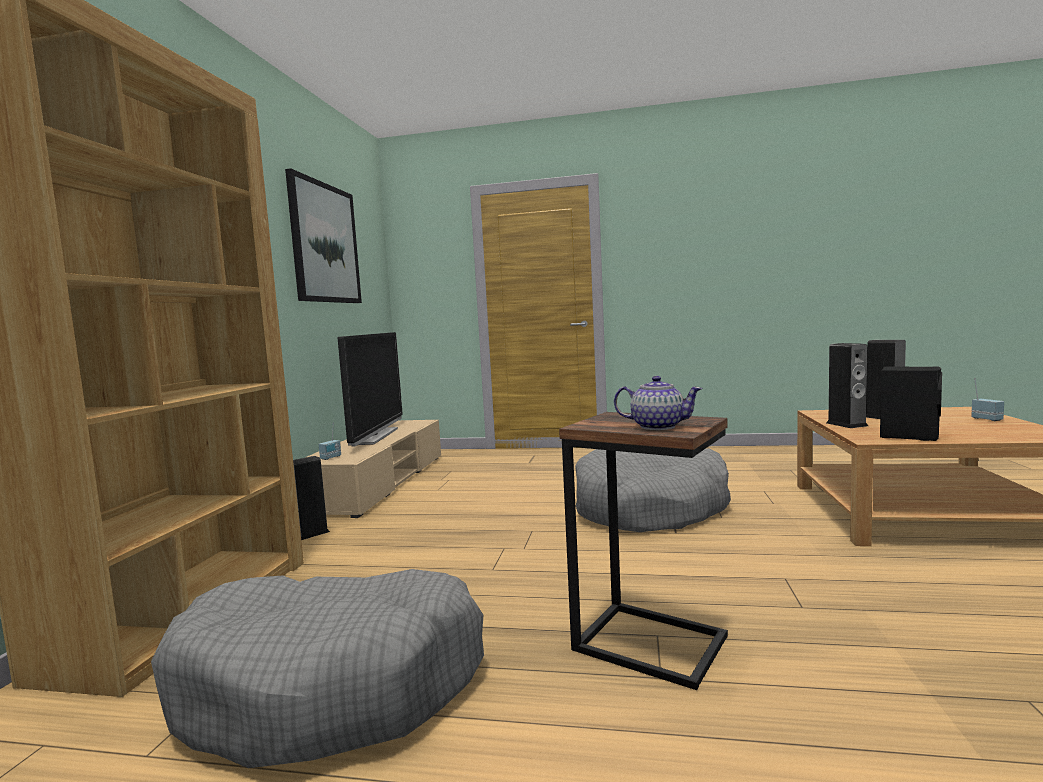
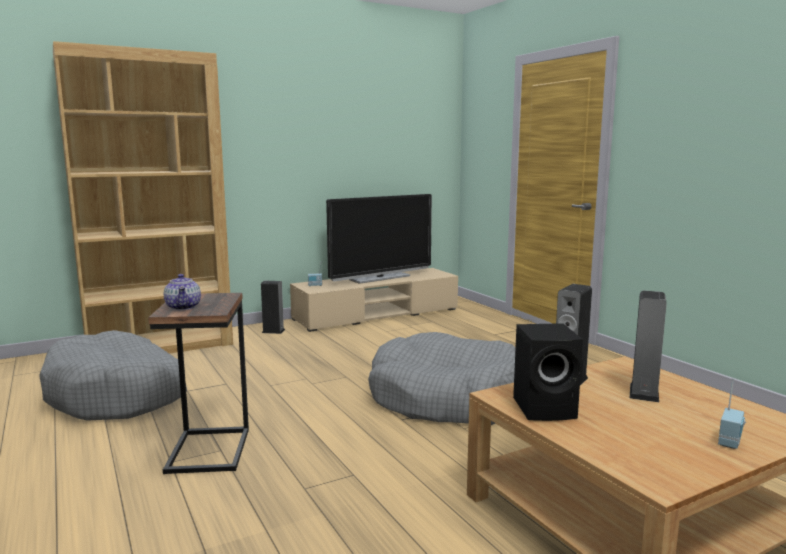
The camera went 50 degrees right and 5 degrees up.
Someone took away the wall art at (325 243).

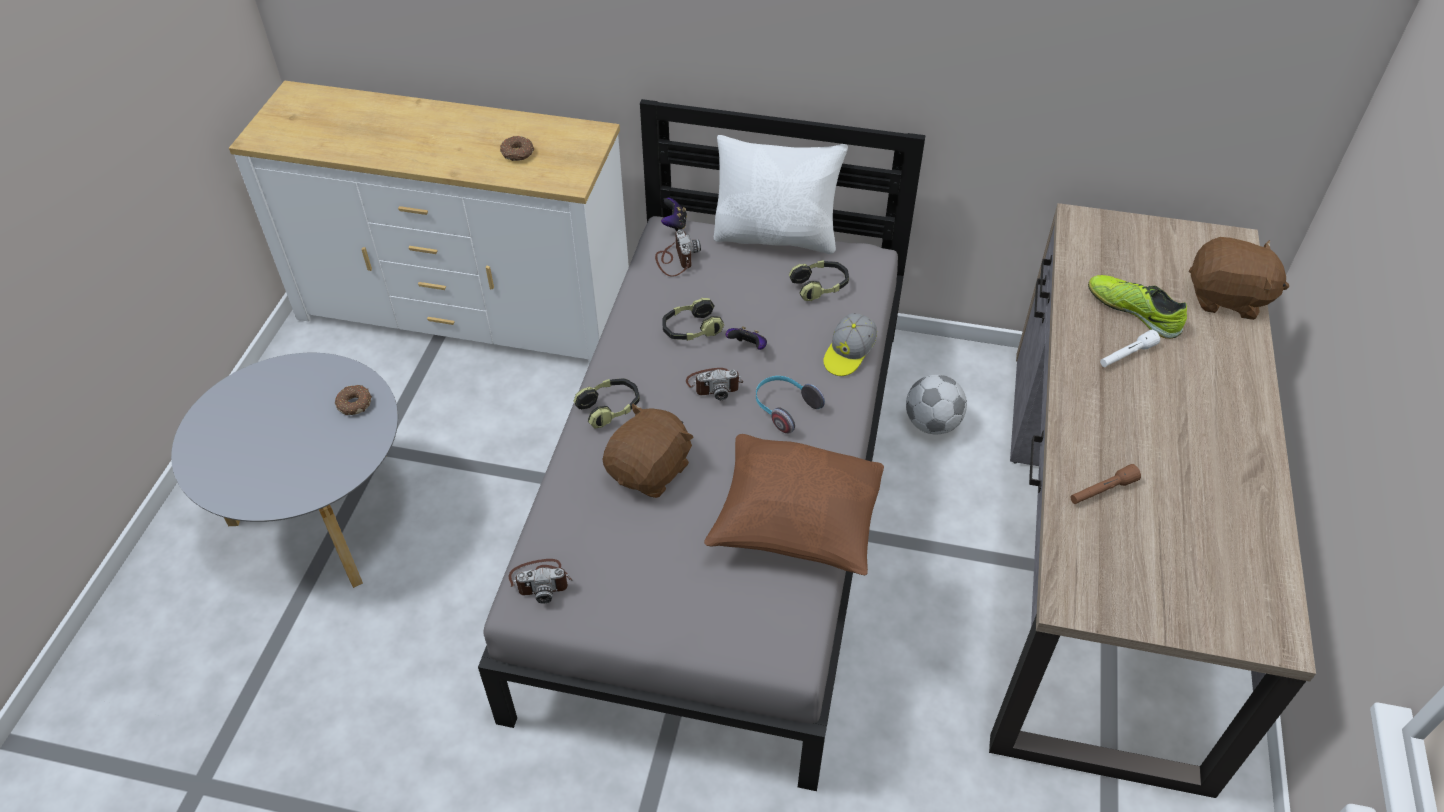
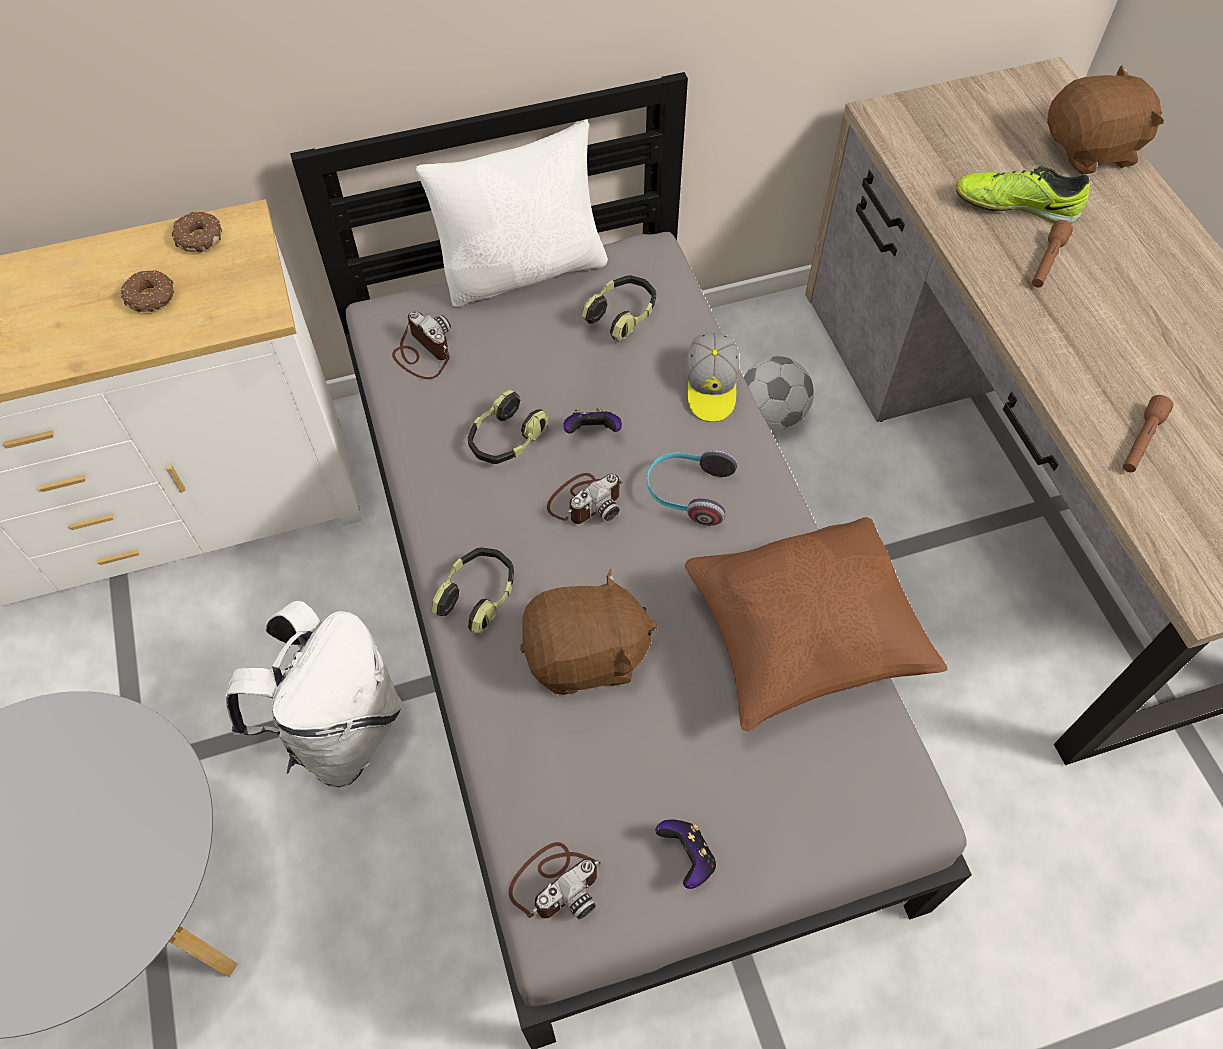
The camera went 30 degrees left and 10 degrees up.
Someone carried the doughnut from (354 403) to (198 237).
Someone put down the white-coloured knapsack at (340 730).
Someone rotated the brown-coloured plush toy at (650 471) by 75 degrees clockwise.
Someone carried the game controller from (674 224) to (687 857).
Someone repainted the white-coloured torch at (1126 355), which became the brown-coloured torch at (1046 262).

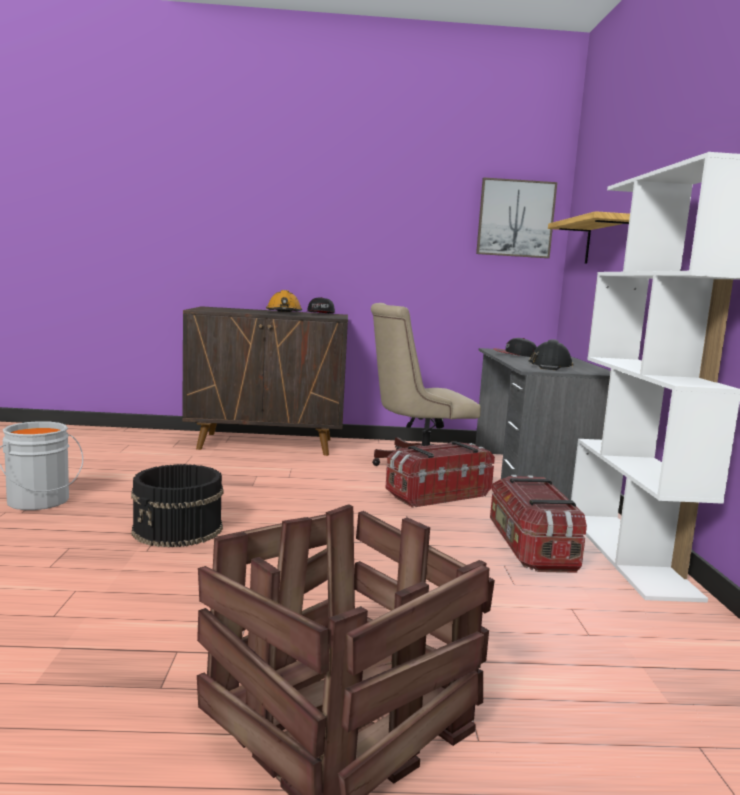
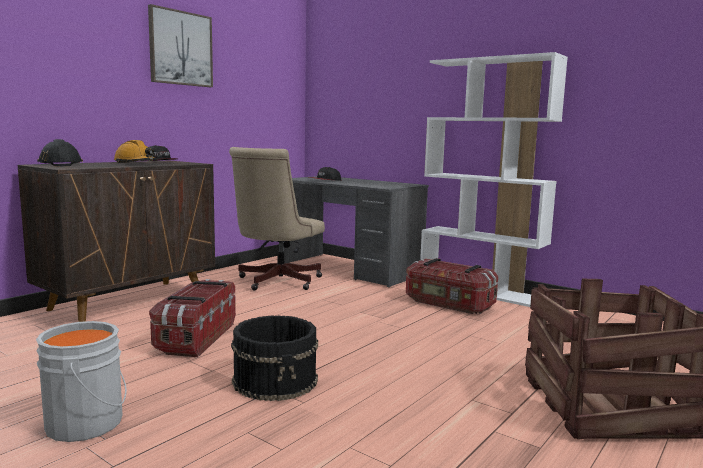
The camera went 50 degrees left and 0 degrees up.
Someone carried the black-coloured safety helmet from (550 366) to (60 164).
Someone carried the wall art from (515 218) to (180 48).
Someone carried the storage bin from (437 494) to (196 338).
Someone took away the bracket shelf at (607 241).

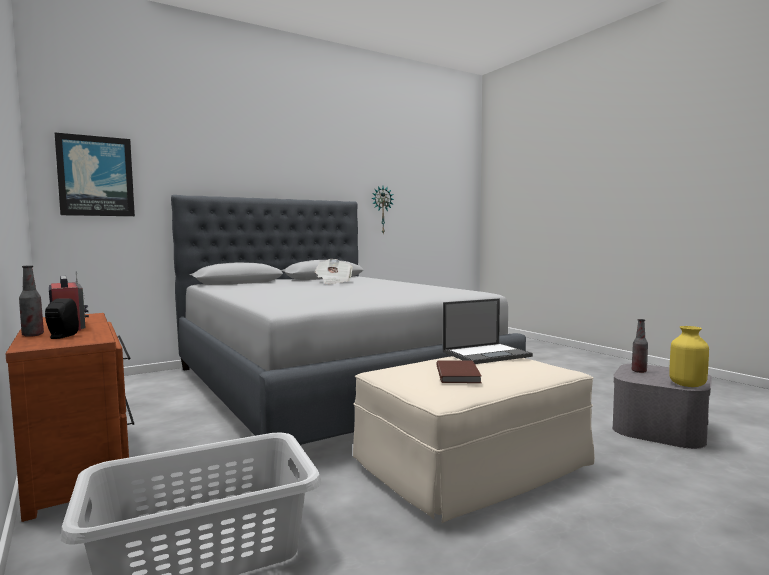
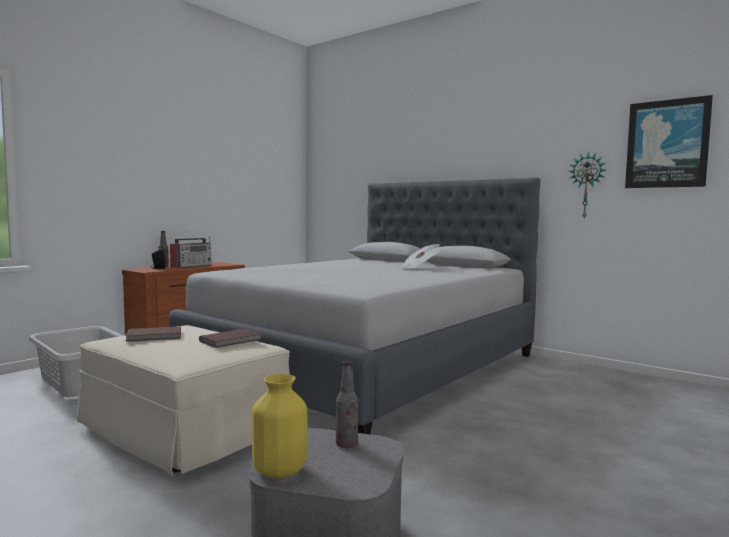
The camera went 70 degrees right and 0 degrees up.
Someone swapped the laptop at (487 354) for the brown-coloured book at (232 340).
Someone carried the wall art from (96 176) to (667 144).

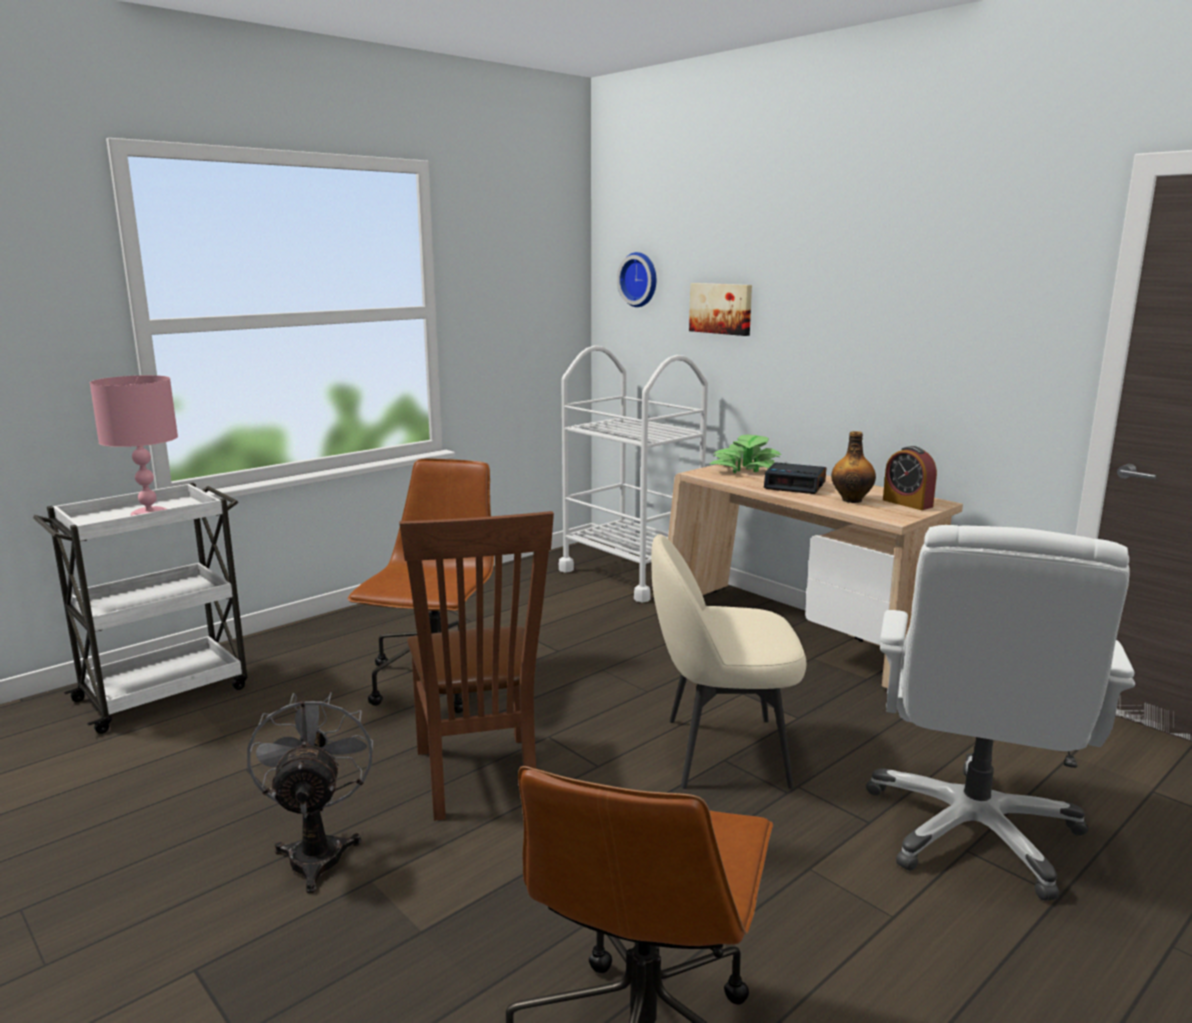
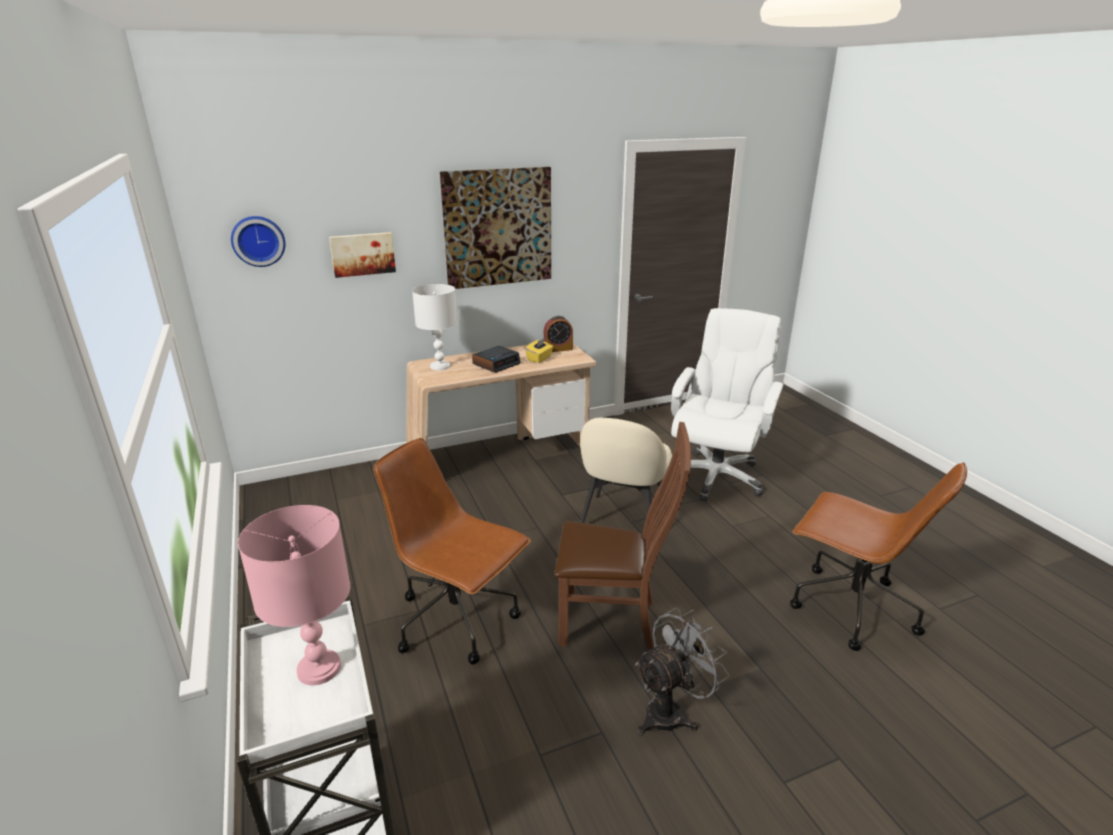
The camera went 70 degrees left and 10 degrees up.
Someone swapped the houseplant at (745 468) for the white-coloured table lamp at (439 366).
Someone put up the wall art at (498 228).
Someone swapped the bottle at (851 500) for the yellowish tissue box at (539 358).
Someone rotated the greyish electric fan at (318 851) by 135 degrees clockwise.
Someone rotated the white-coloured office chair at (973 831) by 105 degrees counterclockwise.
Someone took away the white-coloured trolley at (631 575).

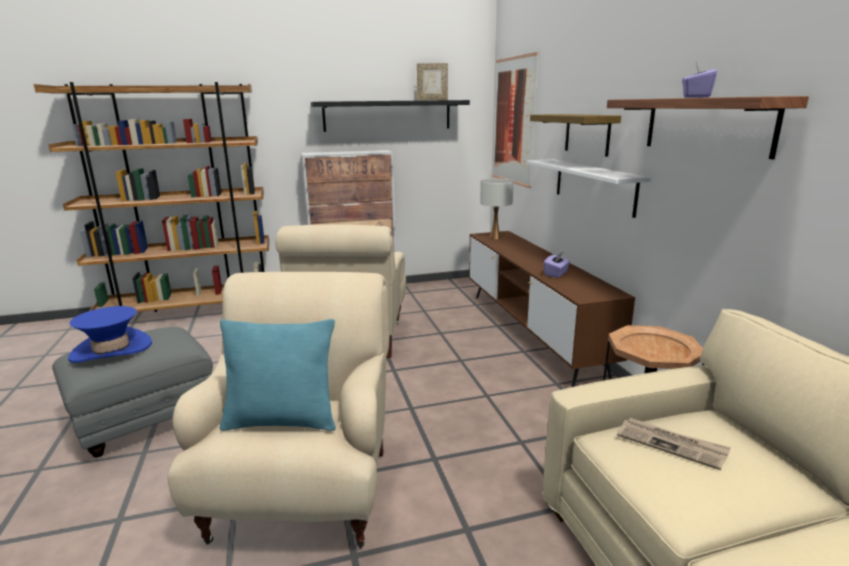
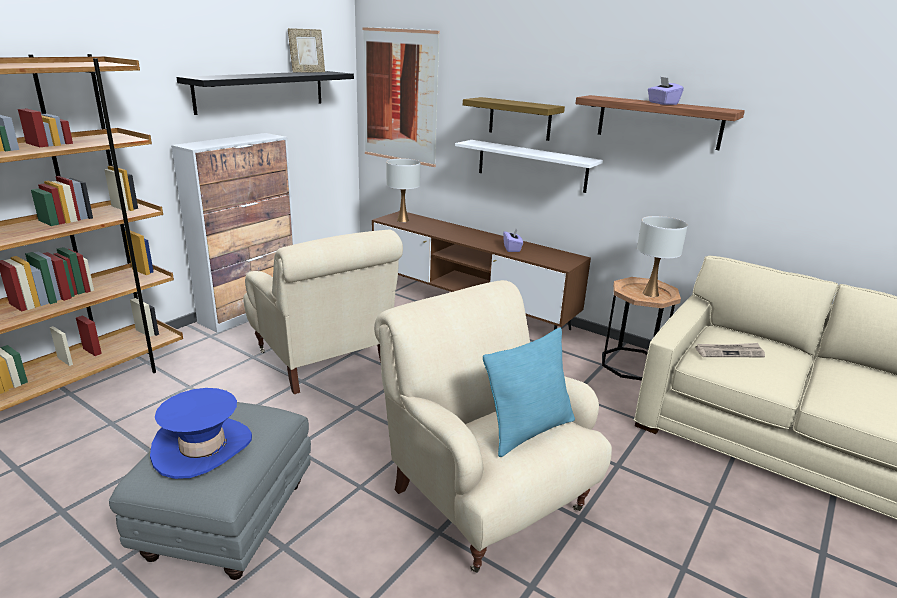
The camera went 40 degrees left and 5 degrees up.
Someone put down the white-coloured table lamp at (650 293).

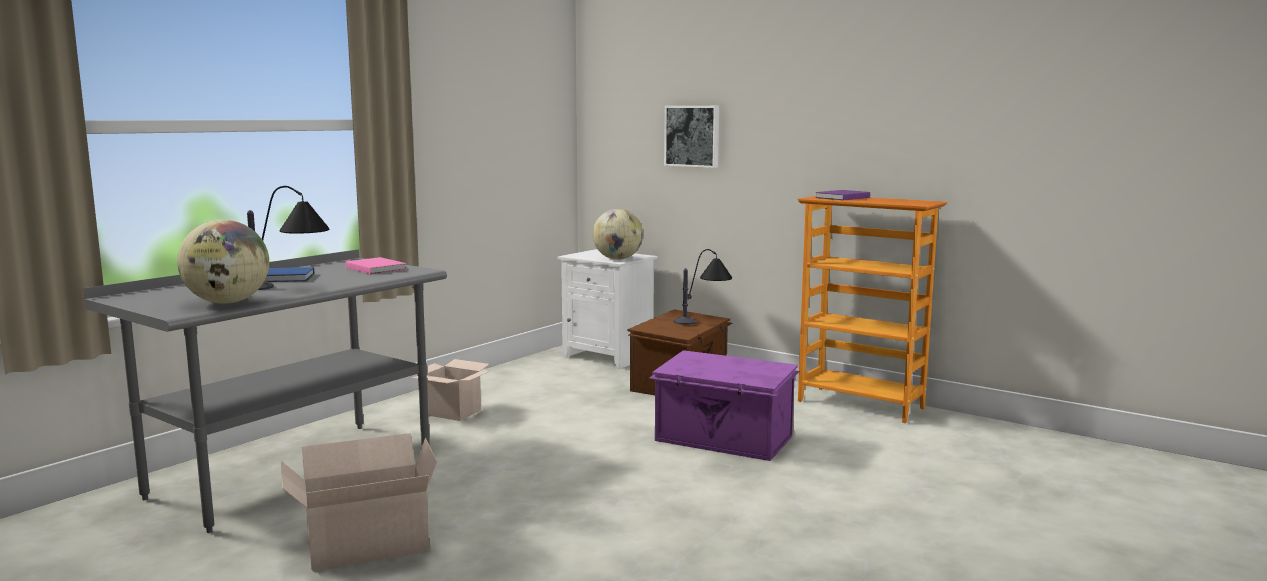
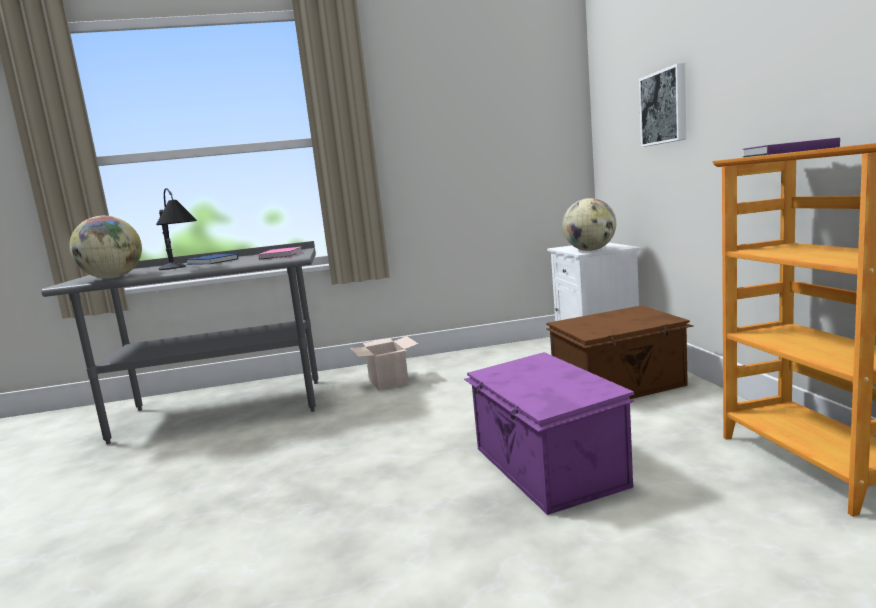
The camera went 45 degrees right and 0 degrees up.
Someone took away the cardboard box at (363 545).
Someone took away the table lamp at (704 319).

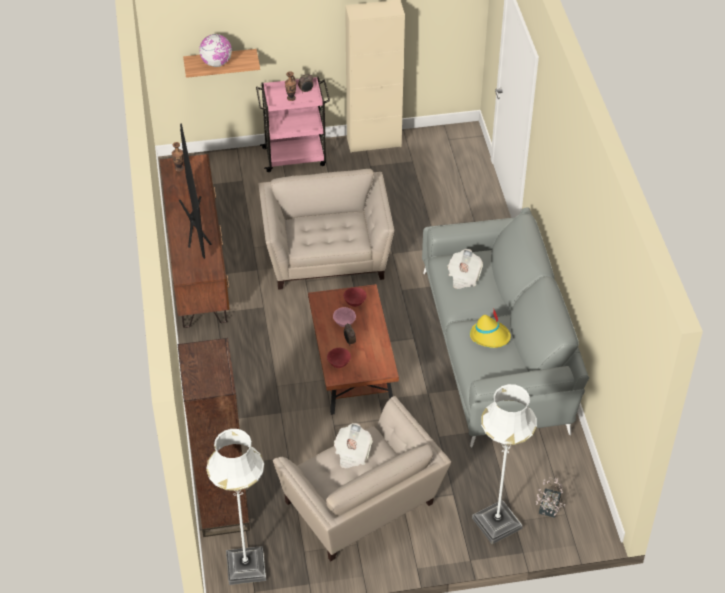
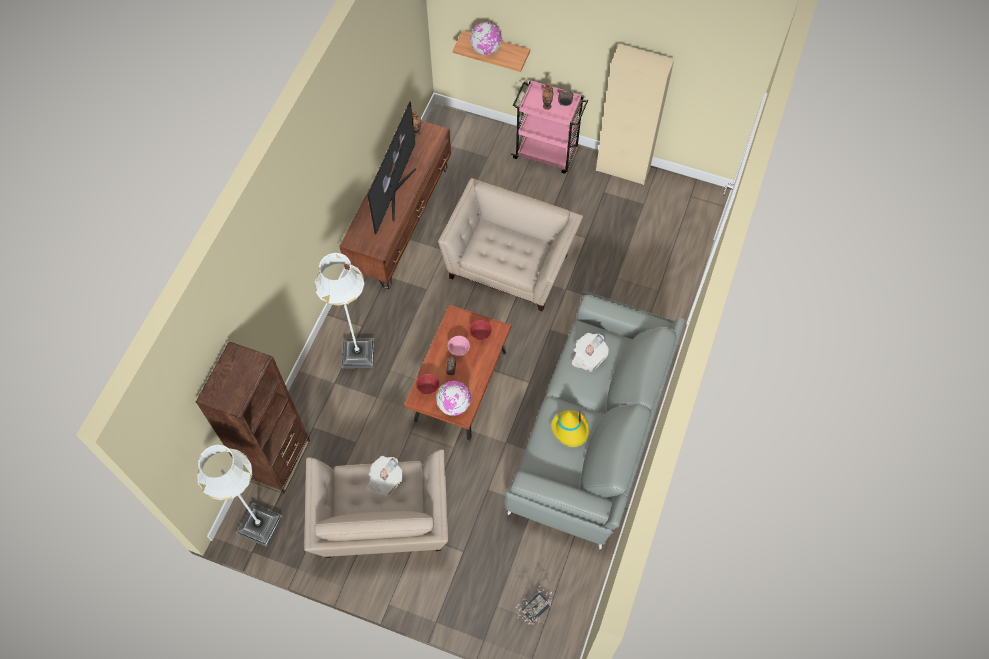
The camera went 30 degrees right and 15 degrees up.
Someone carried the white-coloured standard lamp from (496 523) to (358 354).
Someone put down the desk globe at (454 405).

